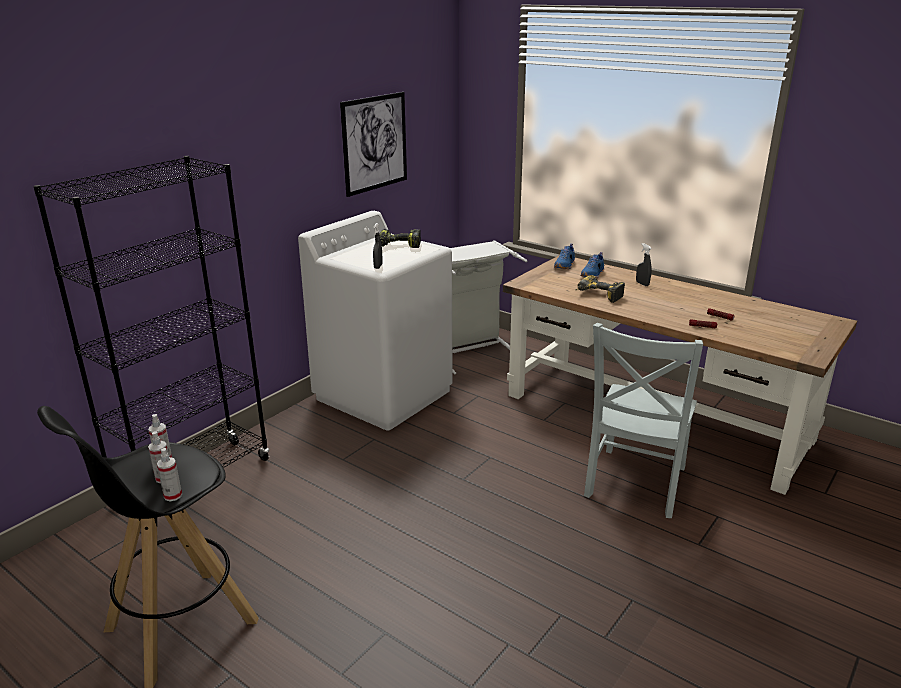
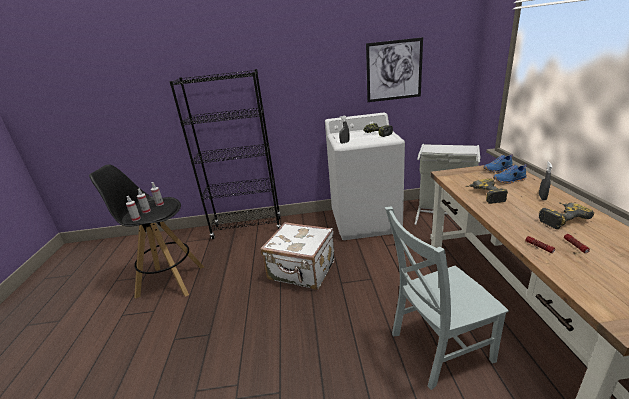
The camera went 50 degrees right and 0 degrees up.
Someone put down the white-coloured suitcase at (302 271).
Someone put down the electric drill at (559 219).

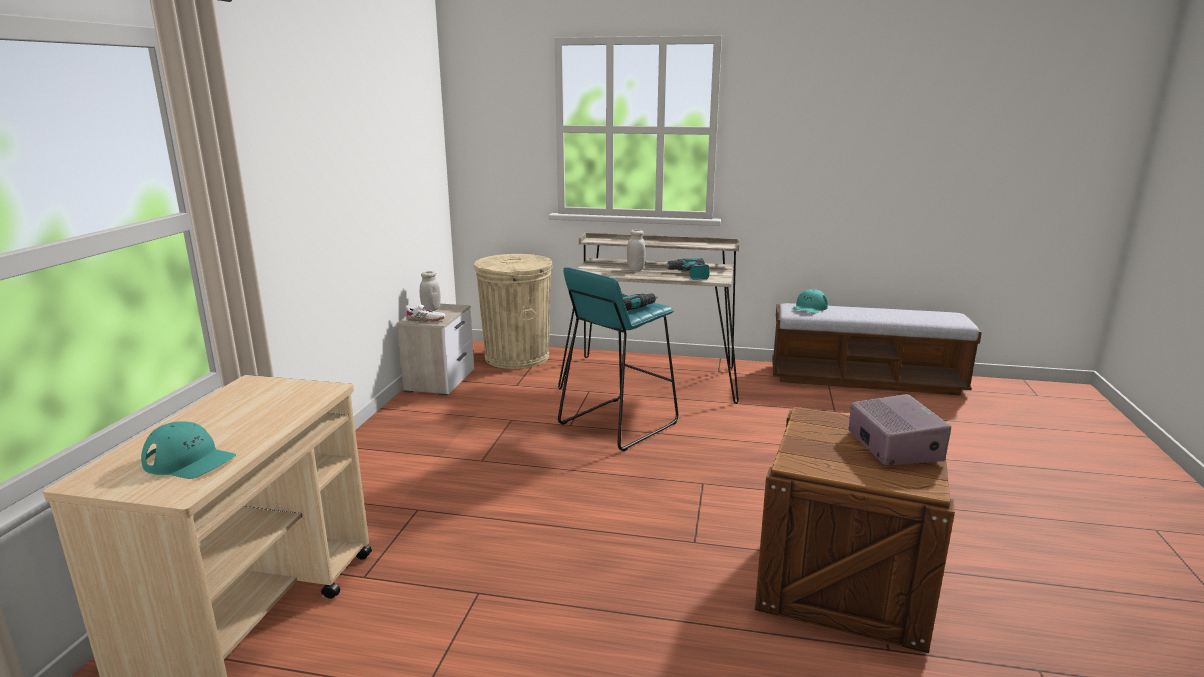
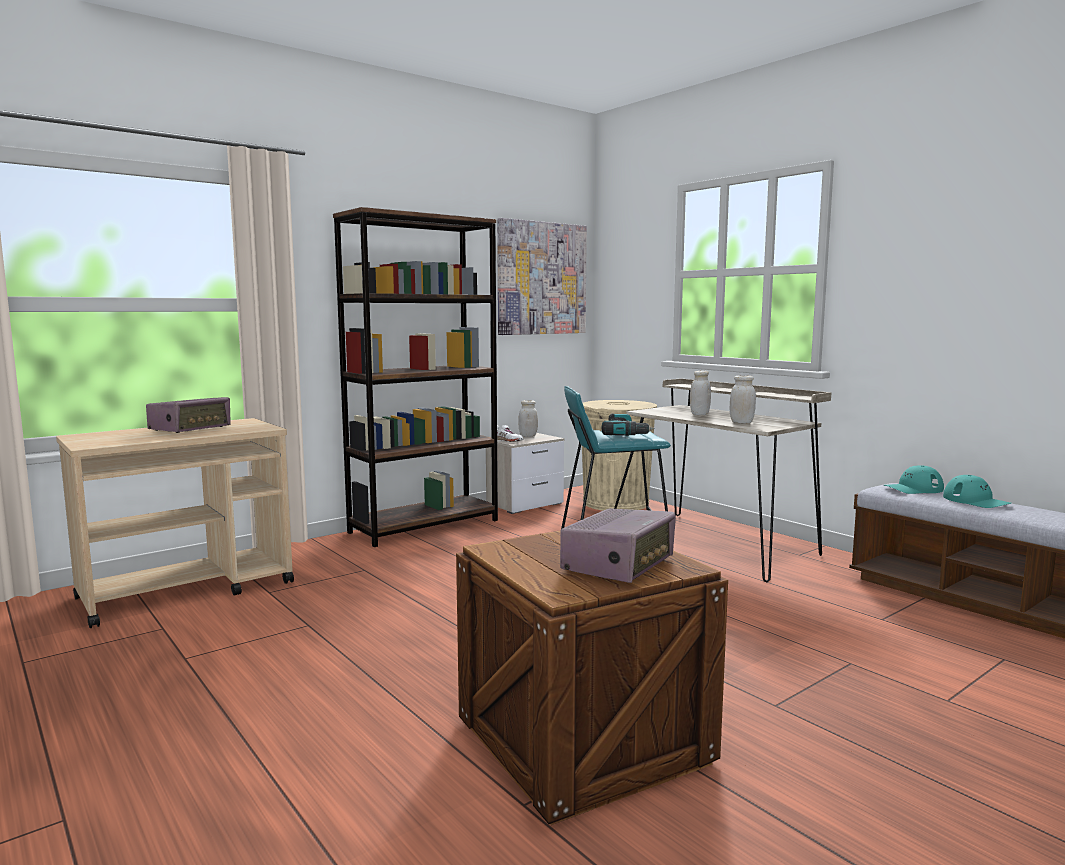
The camera went 40 degrees right and 10 degrees down.
Someone put down the radio set at (191 429).
Someone put down the brown-coloured bookcase at (425 526).
Someone put up the wall art at (541 278).
Someone swapped the electric drill at (689 275) for the white-coloured jar at (741 422).
Someone carried the blue-green baseball cap from (189 461) to (976 501).

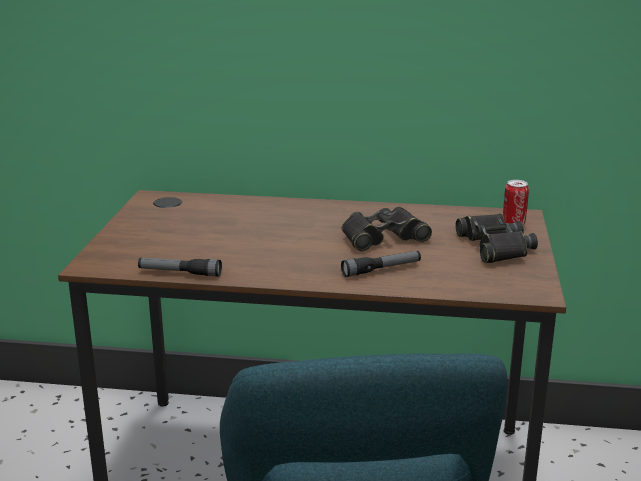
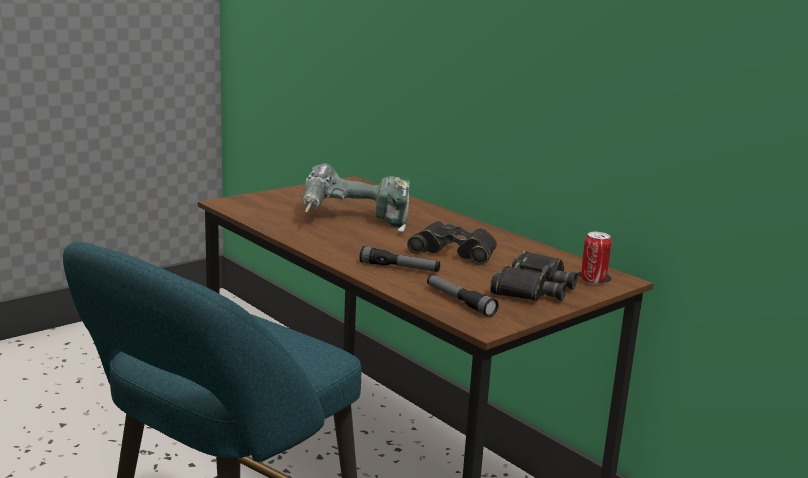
The camera went 40 degrees right and 5 degrees down.
Someone put down the electric drill at (355 221).
Someone carried the torch from (180 273) to (459 301).

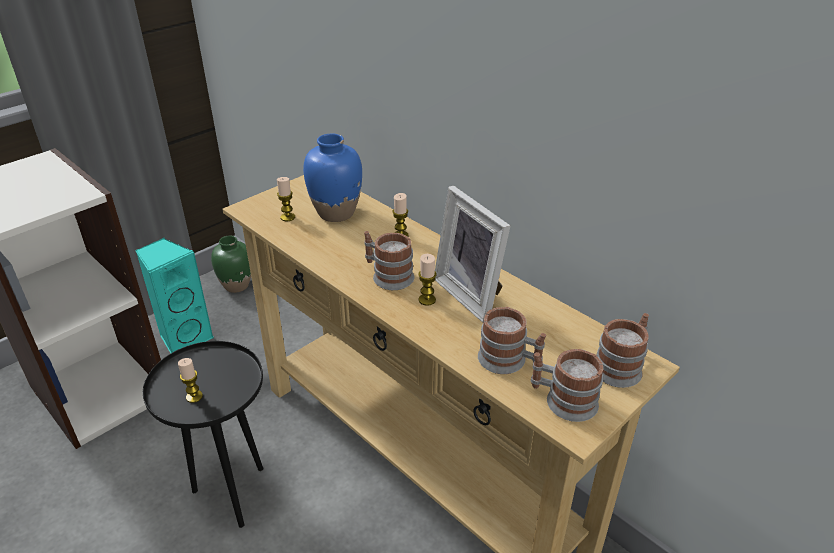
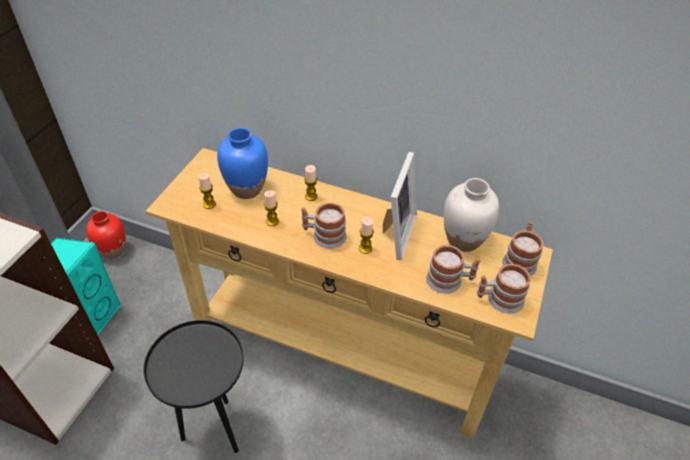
The camera went 25 degrees left and 10 degrees up.
Someone repainted the green-coloured flower vase at (236 285), which became the red-coloured flower vase at (113 251).
Someone carried the candle from (194 396) to (272 221).
Someone rotated the photo frame at (473 294) by 105 degrees counterclockwise.
Someone put down the white-coloured flower vase at (464 240).

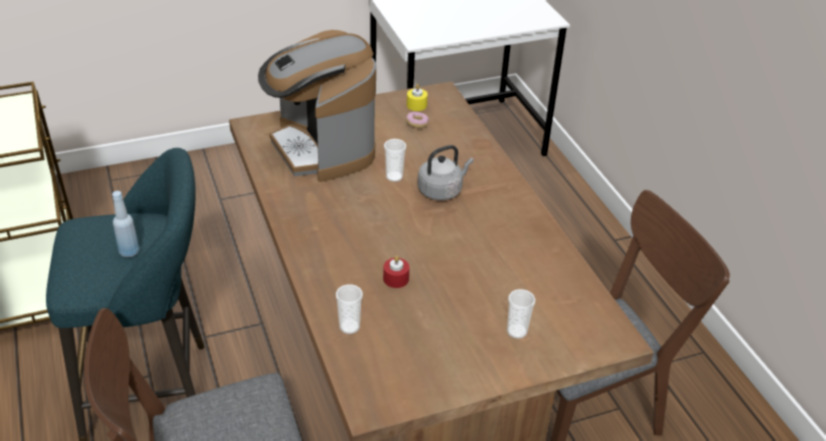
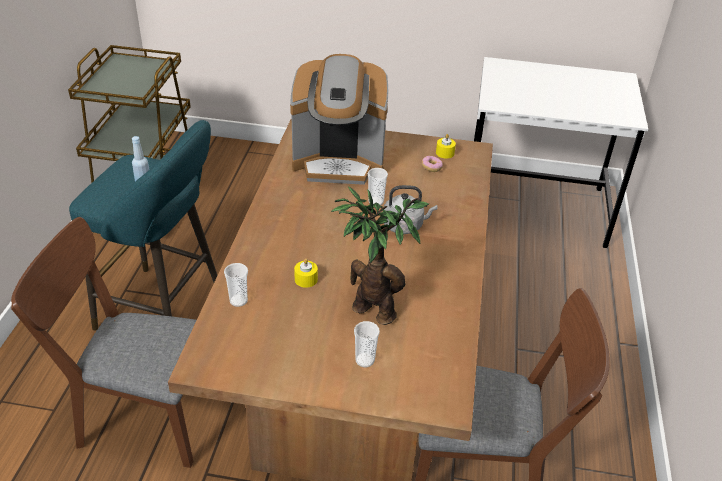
The camera went 30 degrees right and 0 degrees up.
Someone rotated the coffee machine at (322 149) by 90 degrees counterclockwise.
Someone repainted the red-coloured candle at (396 279), which became the yellowish candle at (306 279).
Someone put down the houseplant at (371 308).

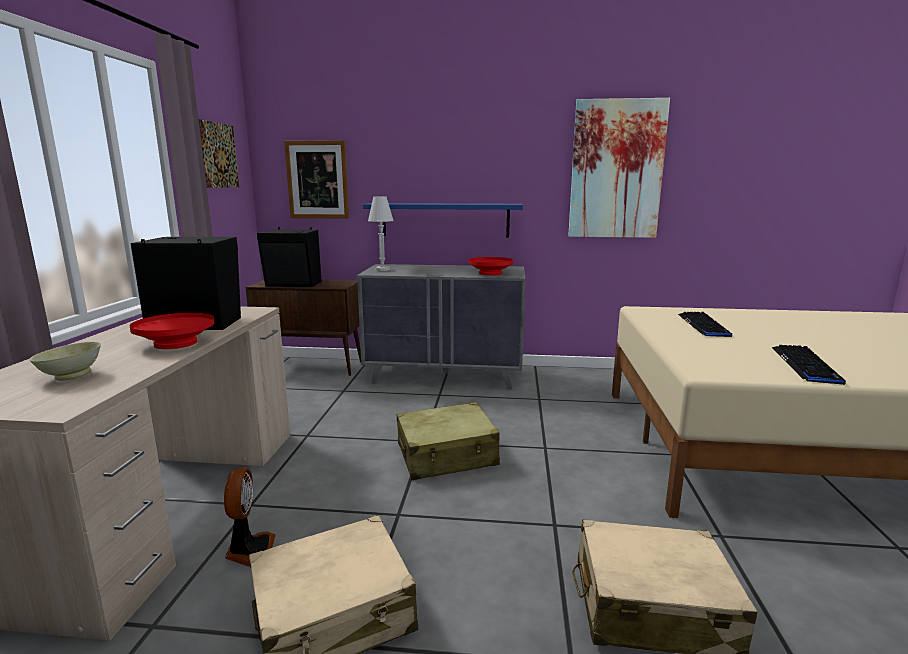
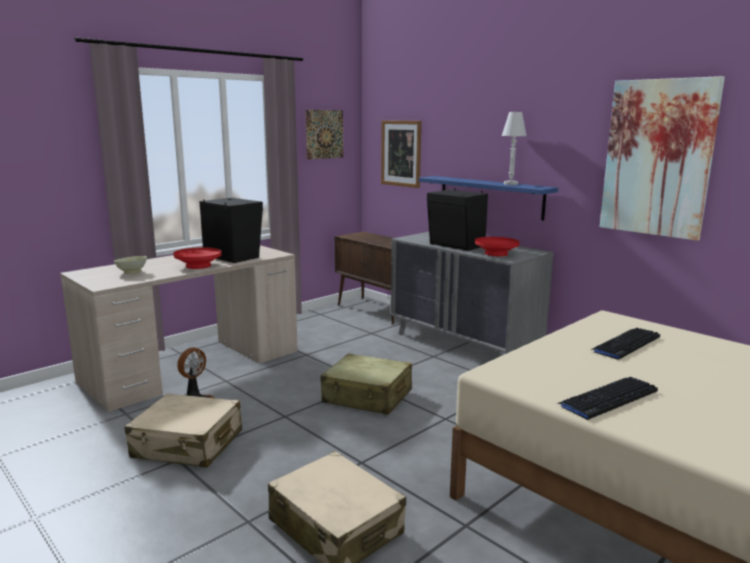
The camera went 40 degrees right and 0 degrees up.
Someone carried the black-coloured speaker from (294 284) to (456 245).
Someone carried the white-coloured table lamp from (382 269) to (510 184).

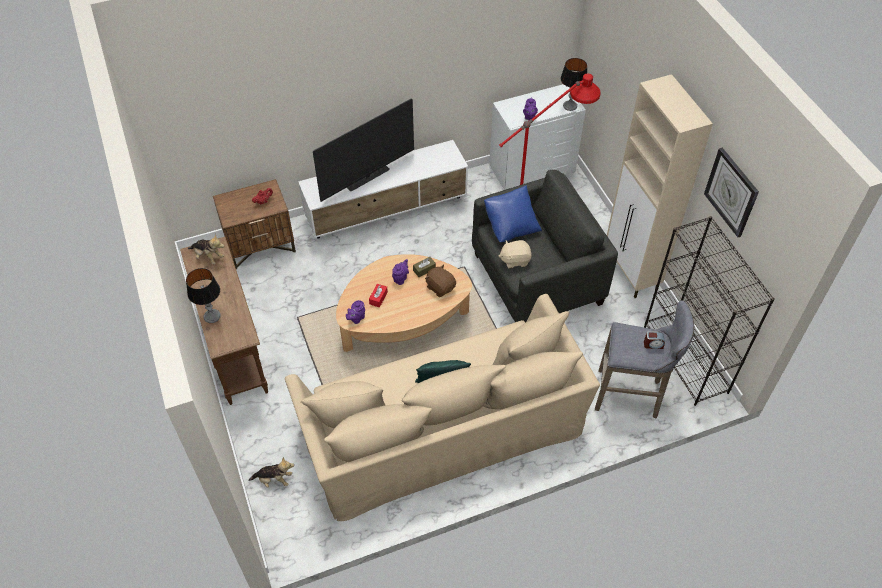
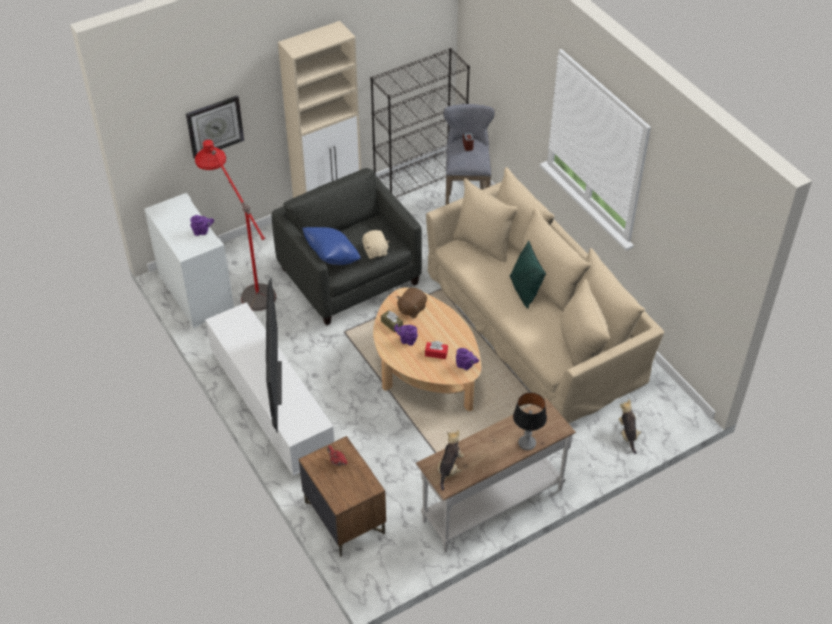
The camera went 100 degrees left and 5 degrees down.
Someone carried the clock on the wall from (731 192) to (215 126).
Someone rotated the TV at (367 178) by 45 degrees clockwise.
Someone repainted the brown-coloured console table at (235 347), which became the white-coloured console table at (492 504).
Someone took away the table lamp at (570 106).

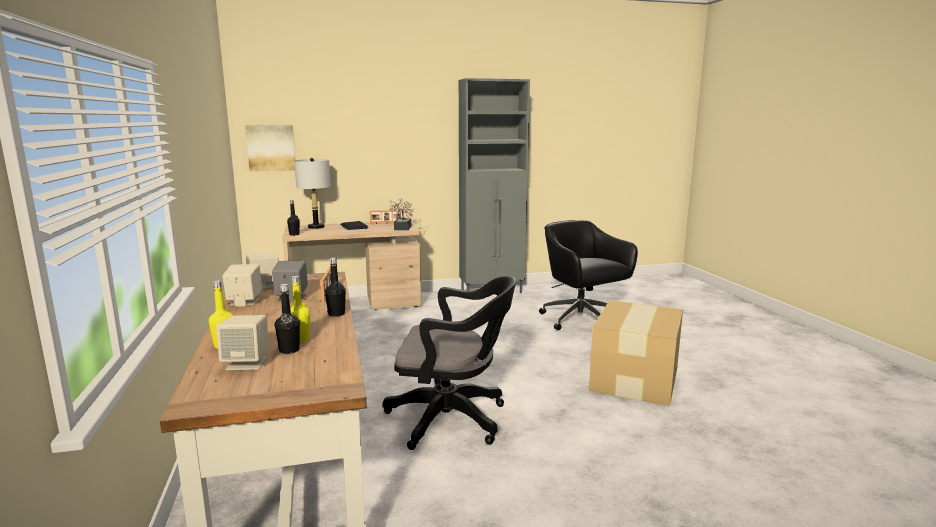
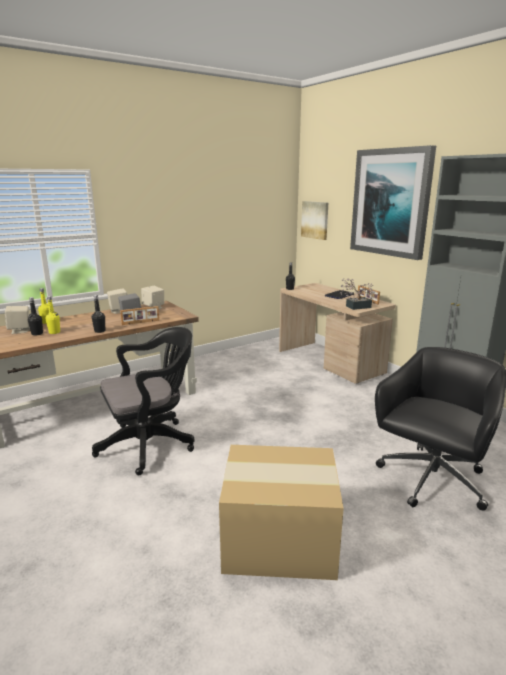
The camera went 70 degrees right and 5 degrees up.
Someone rotated the black-coloured office chair at (453 419) by 105 degrees counterclockwise.
Someone put up the wall art at (391 202).
Someone took away the greyish table lamp at (316 227).

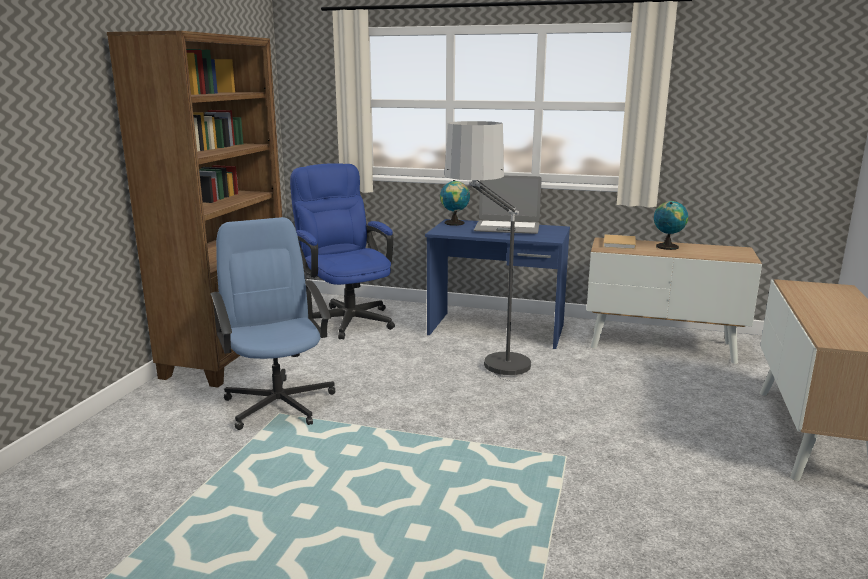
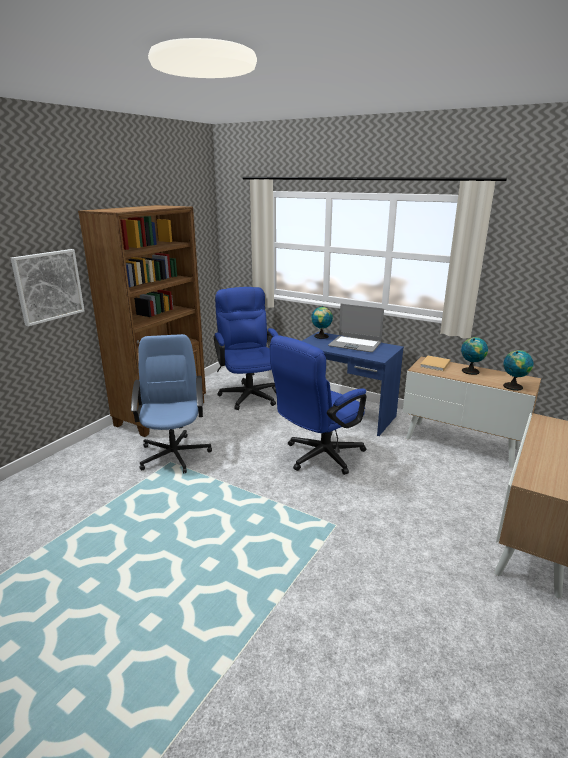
The camera went 15 degrees right and 5 degrees up.
Someone put up the wall art at (48 286).
Someone swapped the standard lamp at (492 382) for the blue-coloured office chair at (318 457).
Someone put down the desk globe at (513 386).

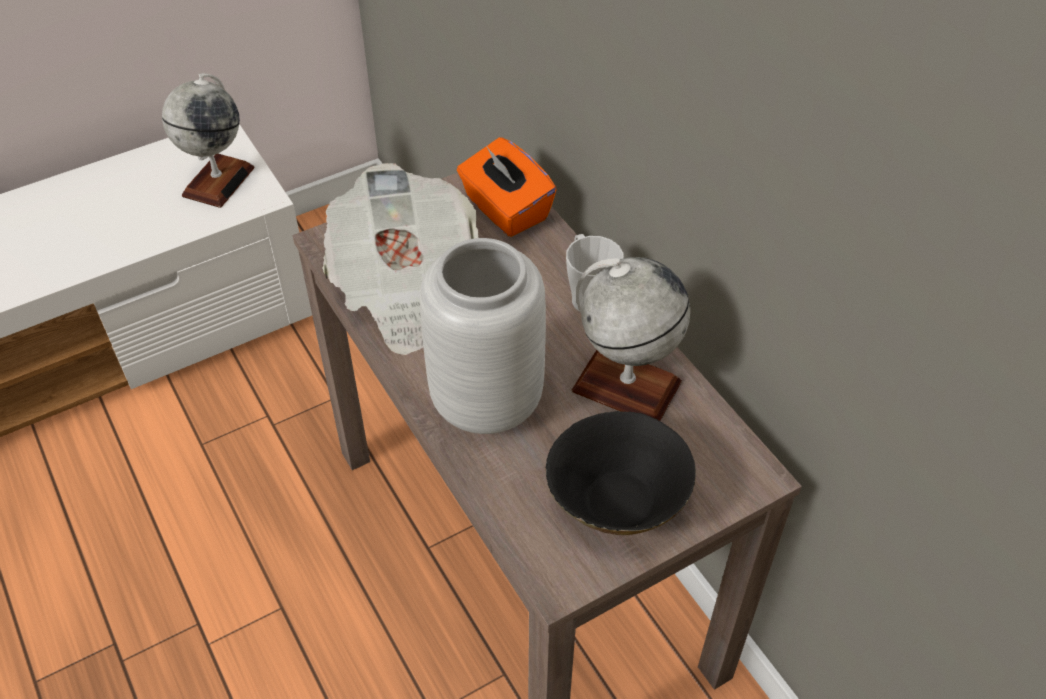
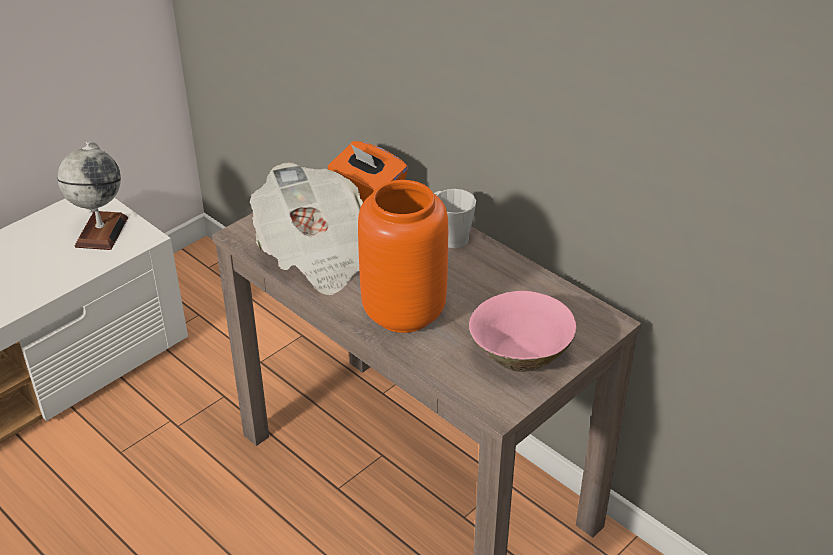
The camera went 15 degrees left and 10 degrees down.
Someone repainted the greyish flower vase at (488 399), which became the orangey flower vase at (404 311).
Someone repainted the black-coloured serving bowl at (616 500), which became the pink serving bowl at (520 354).
Someone took away the desk globe at (626 386).

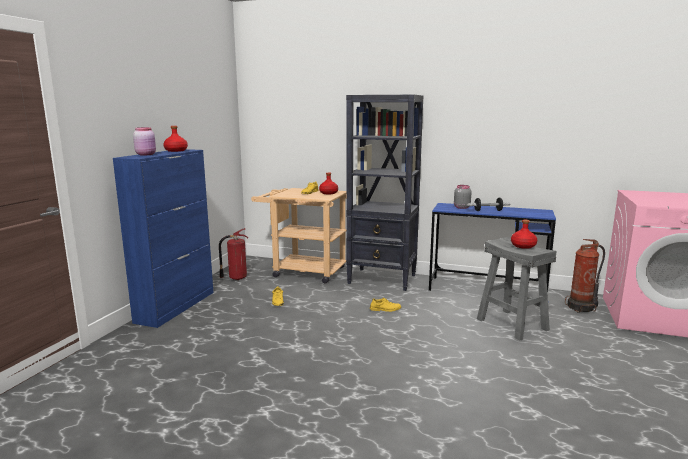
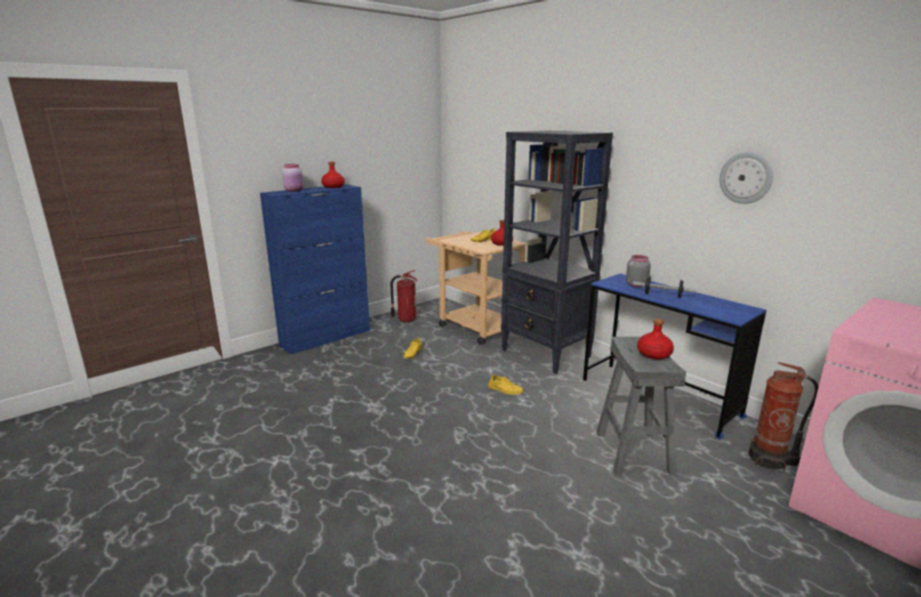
The camera went 30 degrees right and 5 degrees up.
Someone put up the clock on the wall at (746 178).

